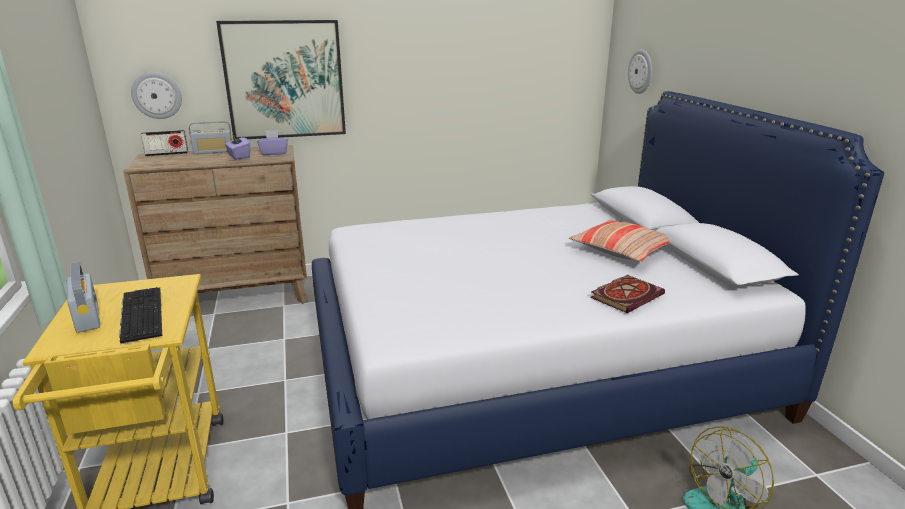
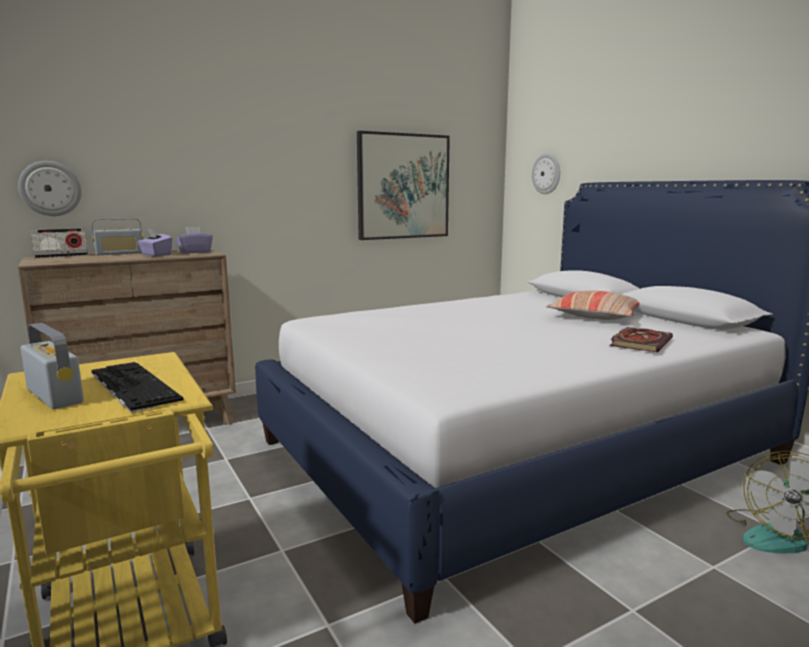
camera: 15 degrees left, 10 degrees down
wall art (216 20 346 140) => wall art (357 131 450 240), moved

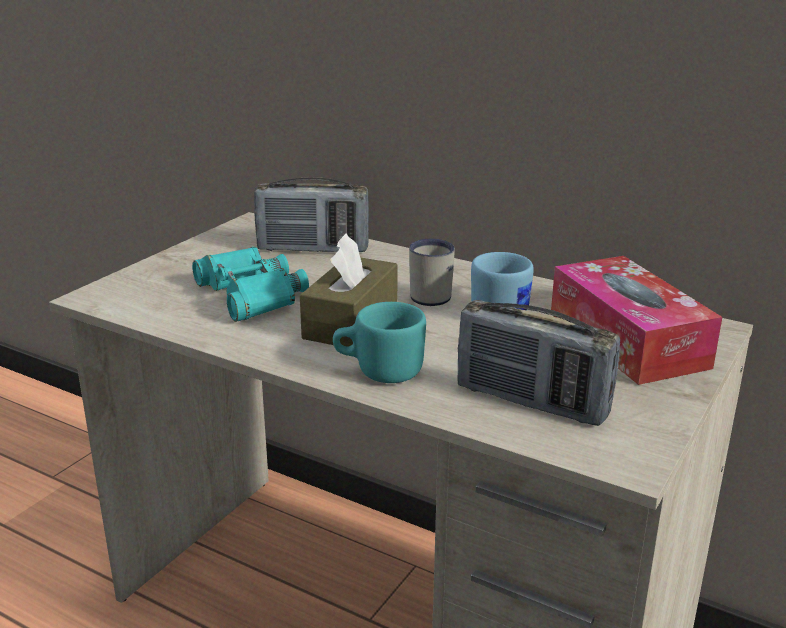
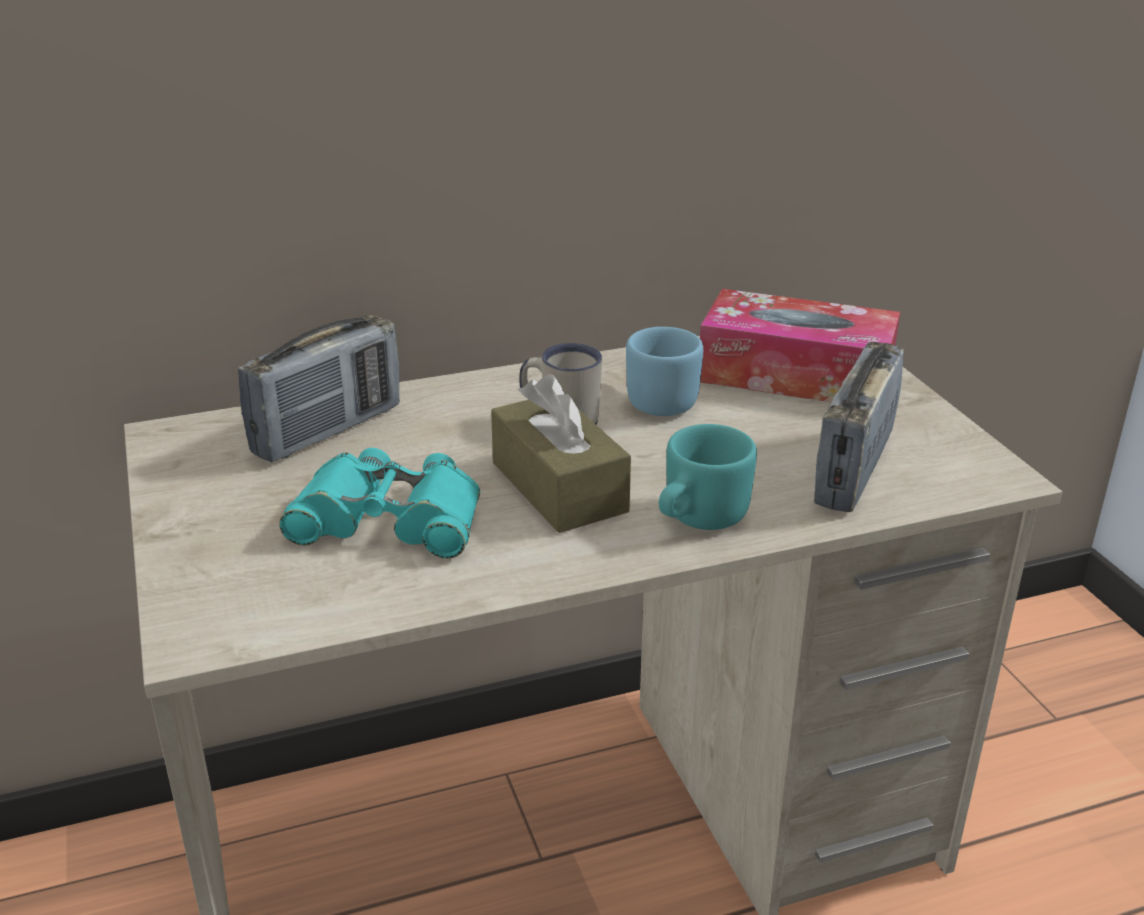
camera: 50 degrees left, 5 degrees up
radio (457 300 620 426) => radio (814 342 904 512), 135 degrees clockwise

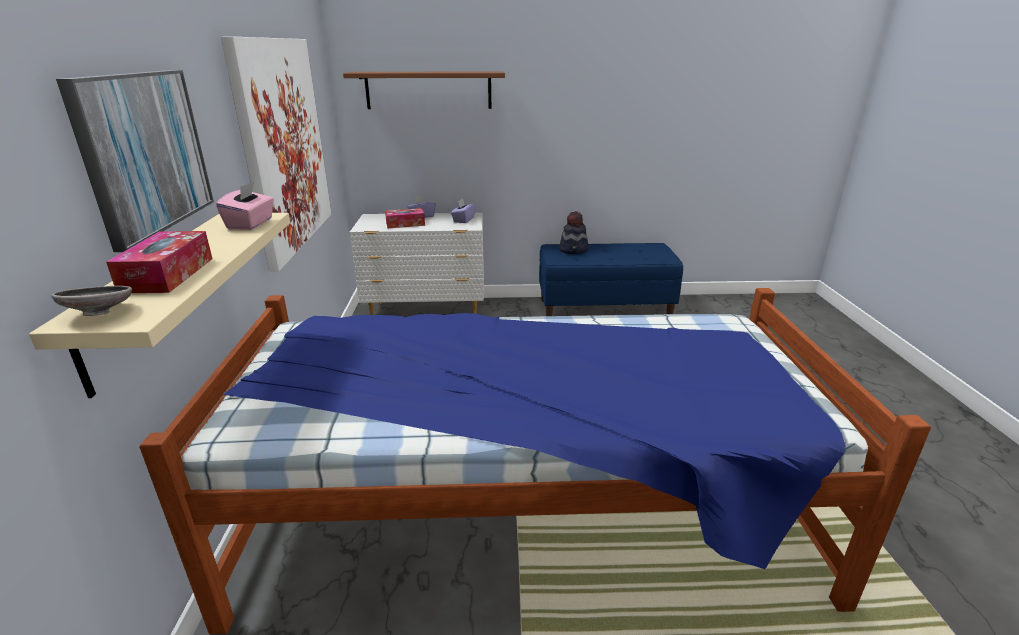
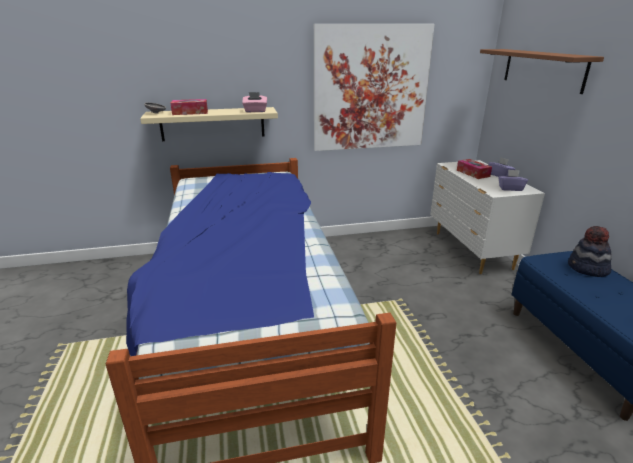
camera: 80 degrees right, 0 degrees up
wall art (56 70 214 252) => nothing

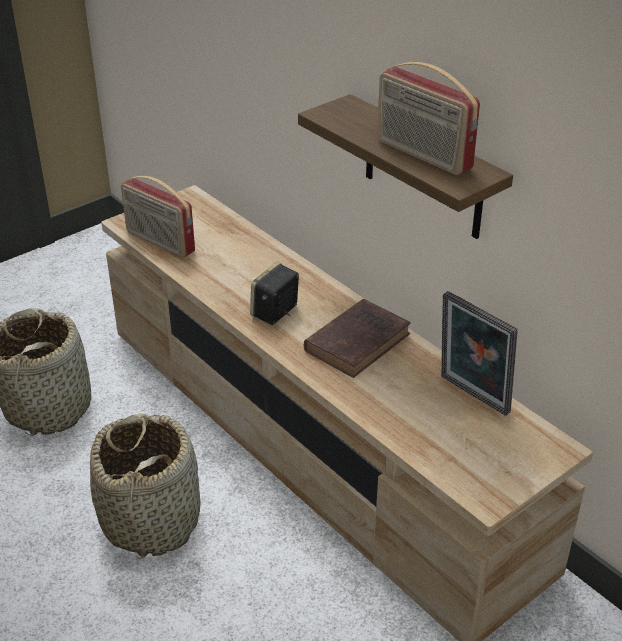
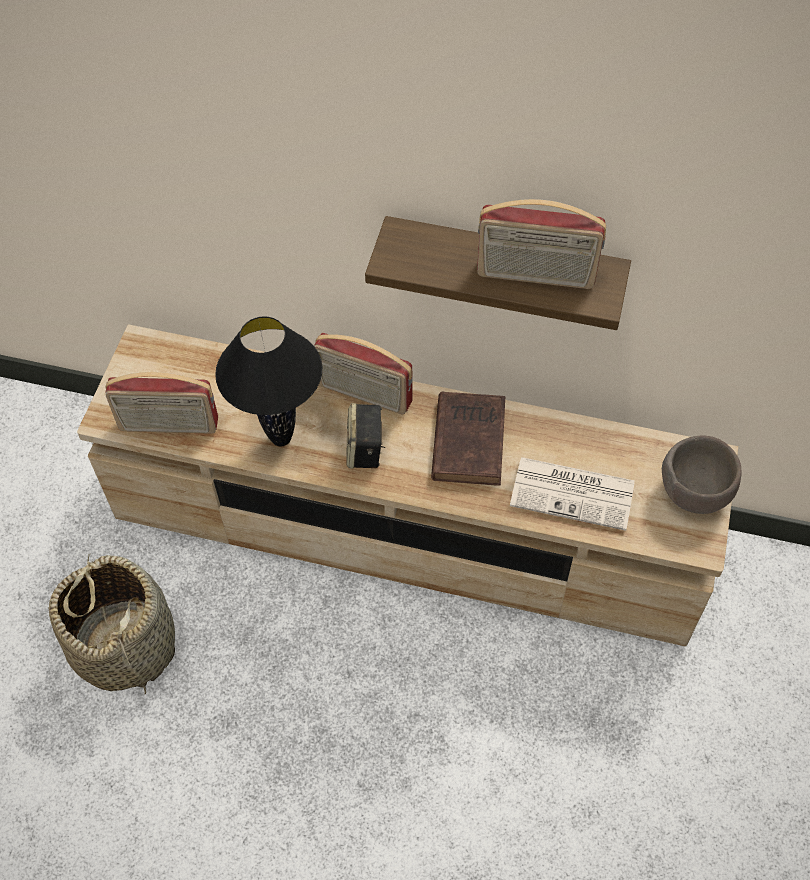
camera: 35 degrees left, 20 degrees up
nothing => lamp for a table (black) (215 317 322 446)
nothing => radio (314 333 413 414)
nothing => daily paper (510 457 635 531)
nothing => deep dish (brown) (662 436 741 514)
storage basket (90 414 201 559) => nothing
picture frame (441 291 518 416) => nothing

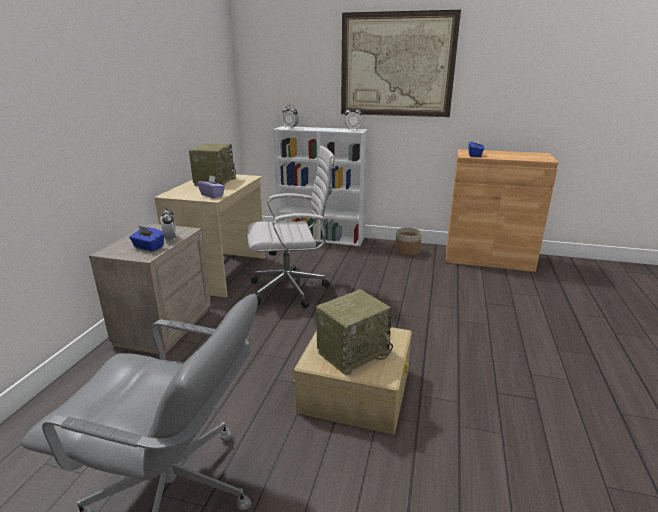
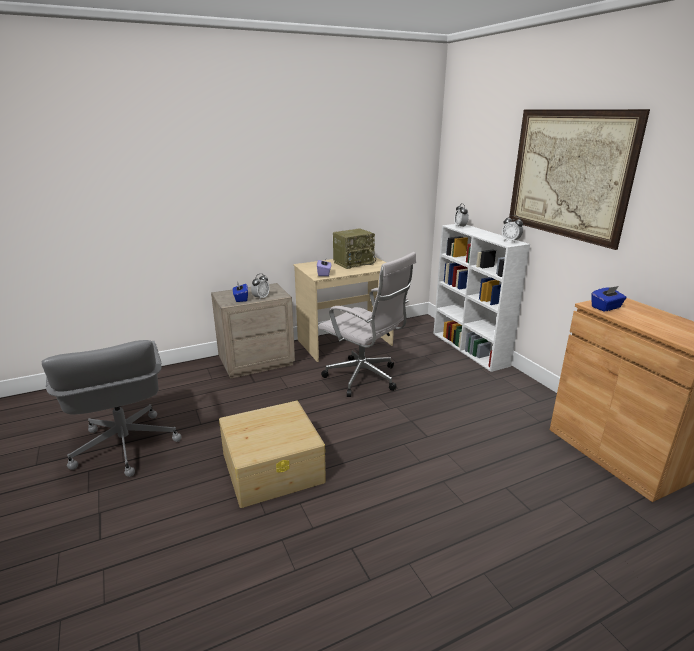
camera: 50 degrees right, 0 degrees up
radio (316 289 393 376) => nothing
flower pot (395 227 422 256) => nothing

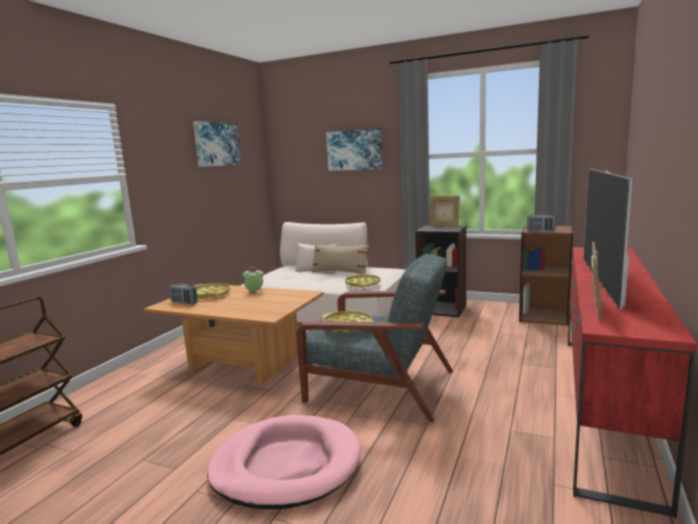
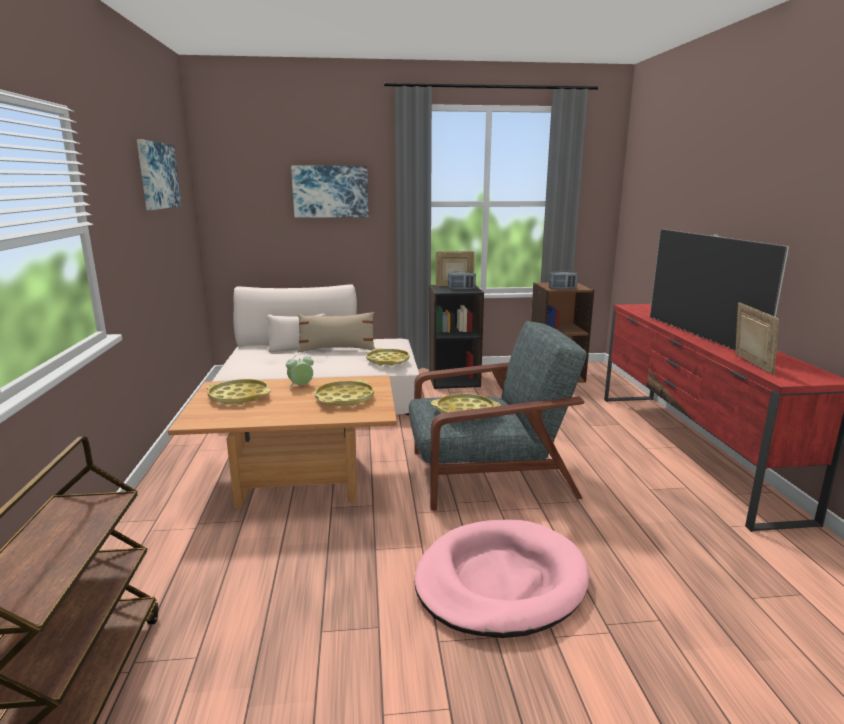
camera: 30 degrees left, 5 degrees up
nothing => carrying tray (yellow) (315 380 374 406)
radio (169 283 197 305) => radio (448 271 476 289), moved

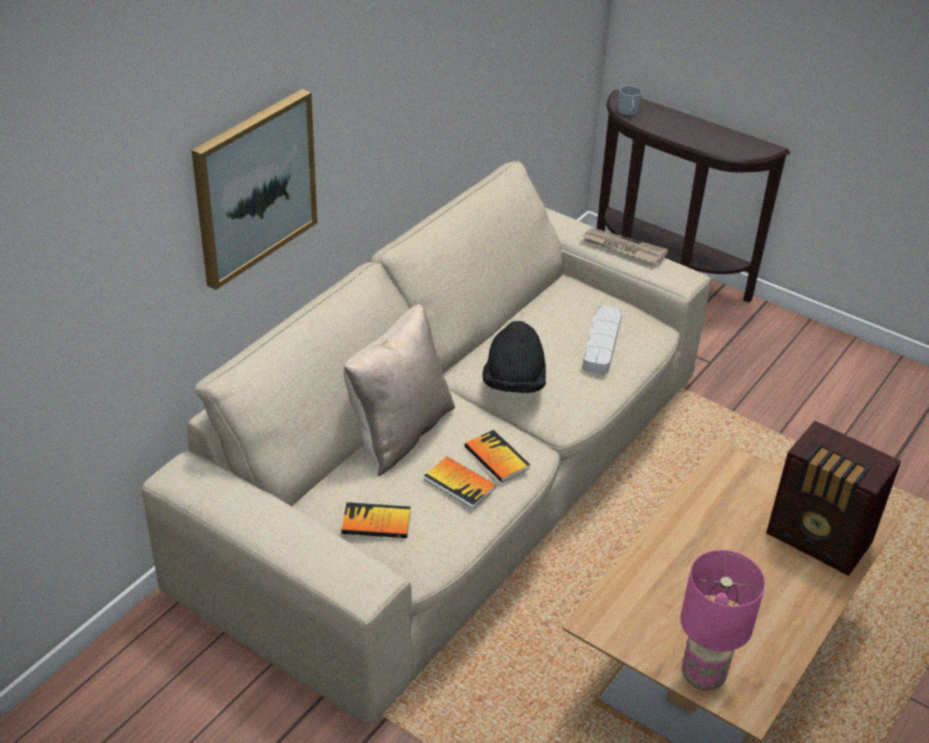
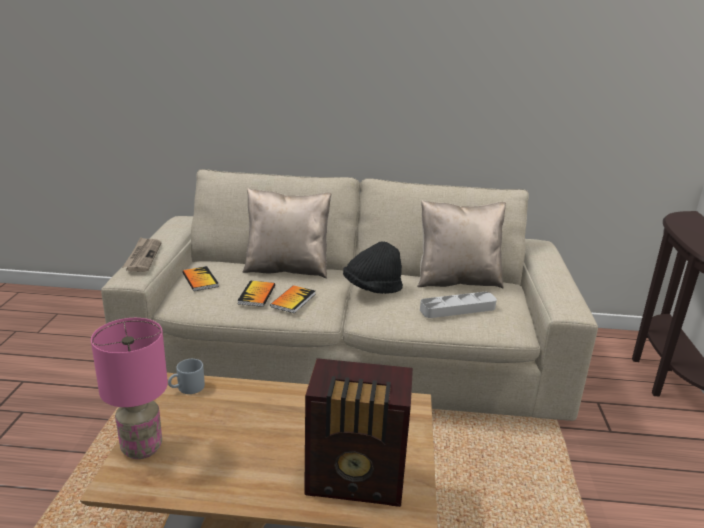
camera: 60 degrees right, 15 degrees down
daily paper (581 228 668 263) => daily paper (123 237 161 272), moved
mug (grey) (617 85 642 115) => mug (grey) (168 359 205 394), moved
radio (766 420 901 576) => radio (304 358 413 507), 90 degrees counterclockwise
nothing => pillow (beige-coloured) (417 200 506 288)
wall art (191 89 317 290) => nothing

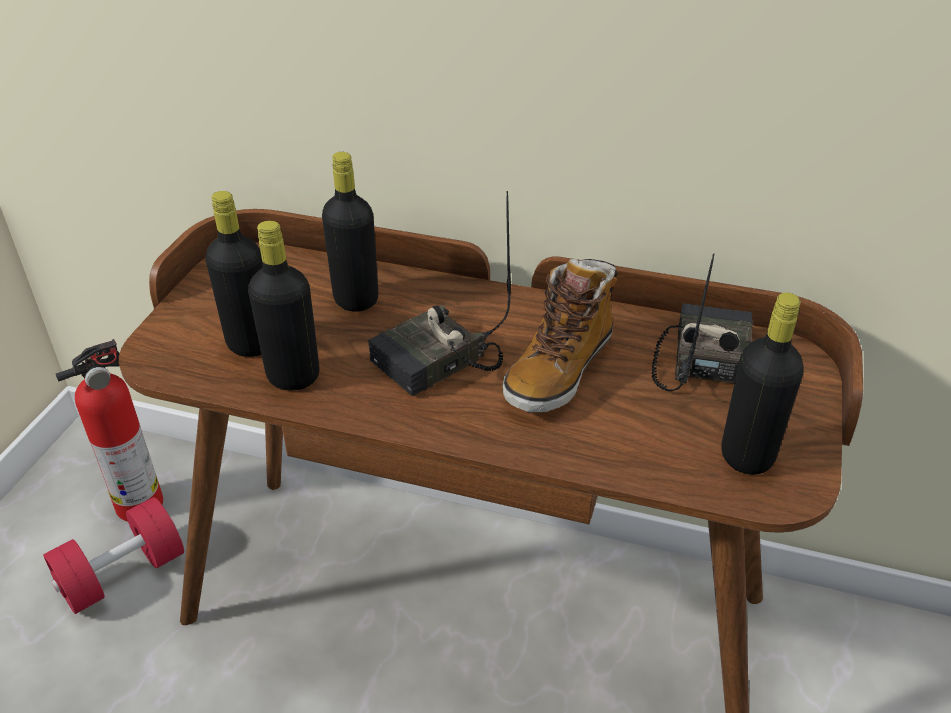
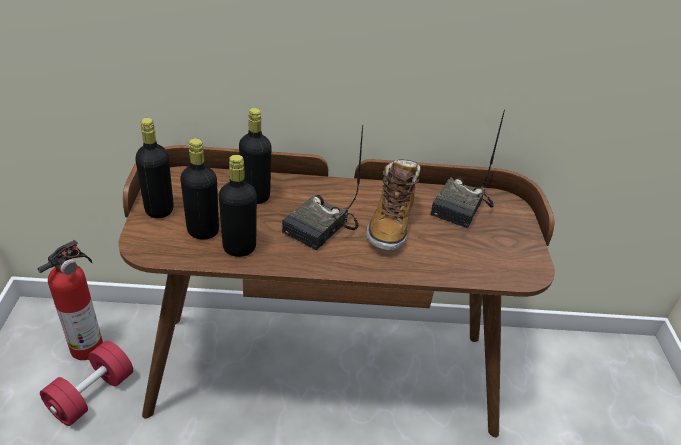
camera: 20 degrees left, 0 degrees up
drink bottle (black) (722 293 804 475) => drink bottle (black) (135 118 174 218), moved
radio (651 254 753 392) => radio (430 109 505 228), 150 degrees counterclockwise

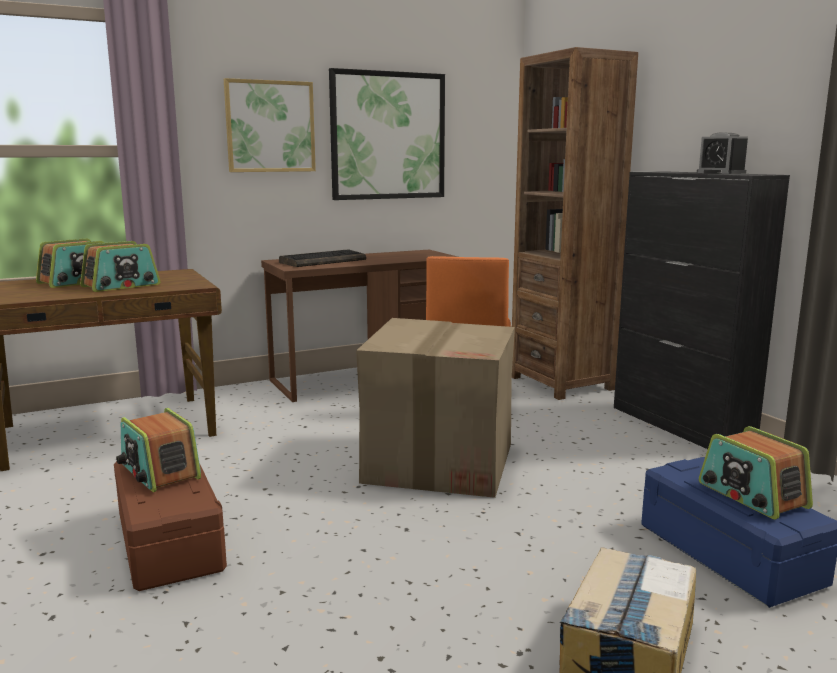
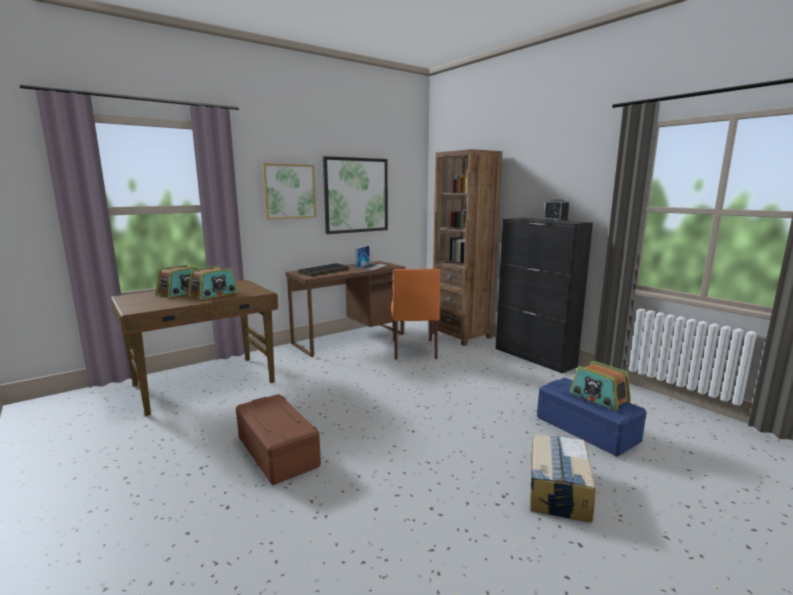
camera: 10 degrees left, 0 degrees up
nothing => laptop (356 246 386 270)
radio (116 408 201 492) => nothing
cardboard box (356 318 515 498) => nothing

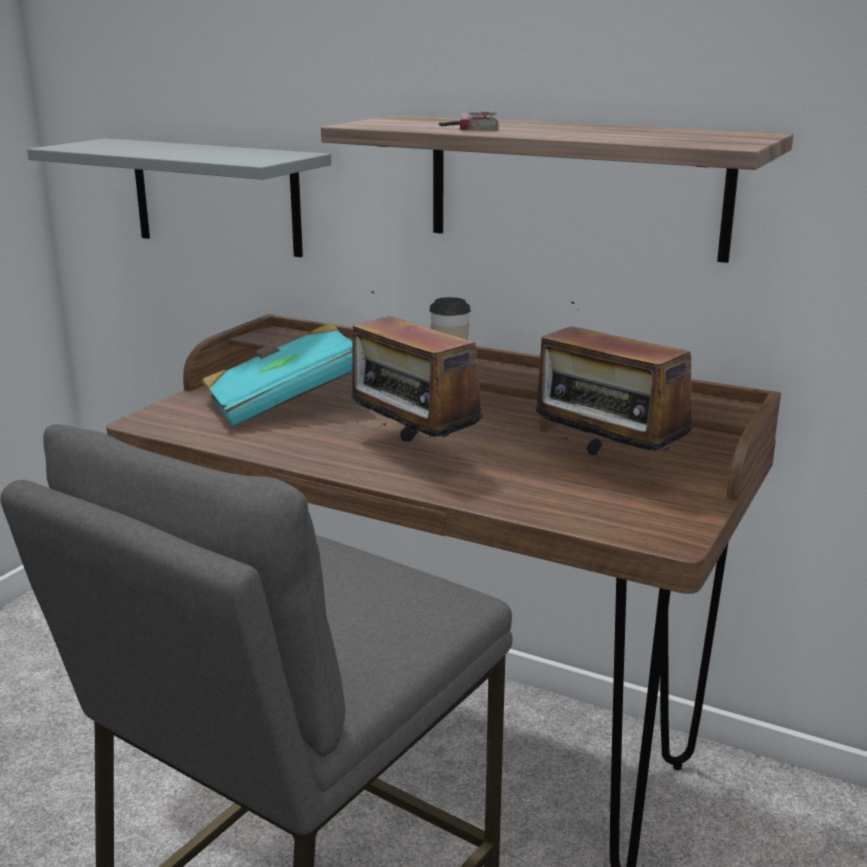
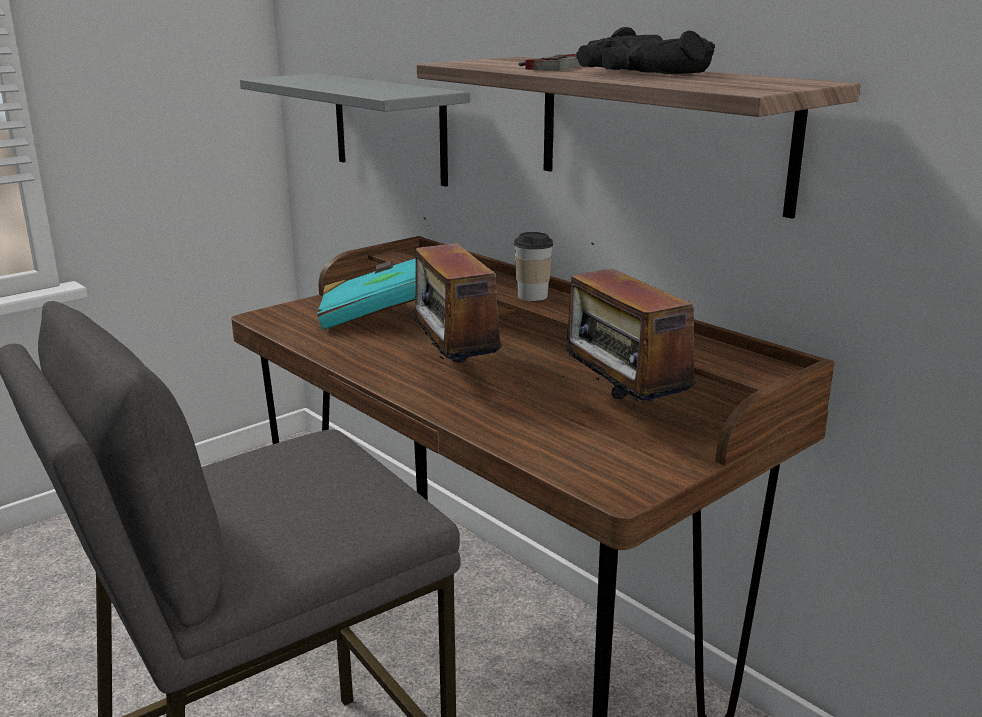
camera: 20 degrees right, 0 degrees up
nothing => pair of binoculars (black) (577 27 715 74)

